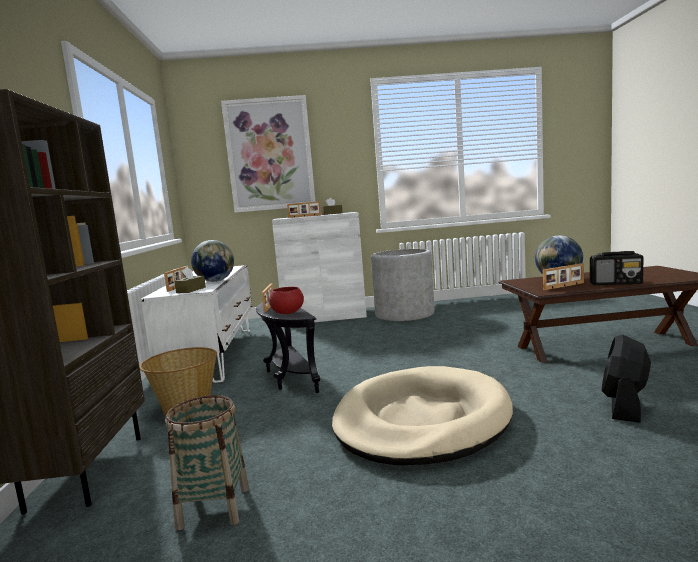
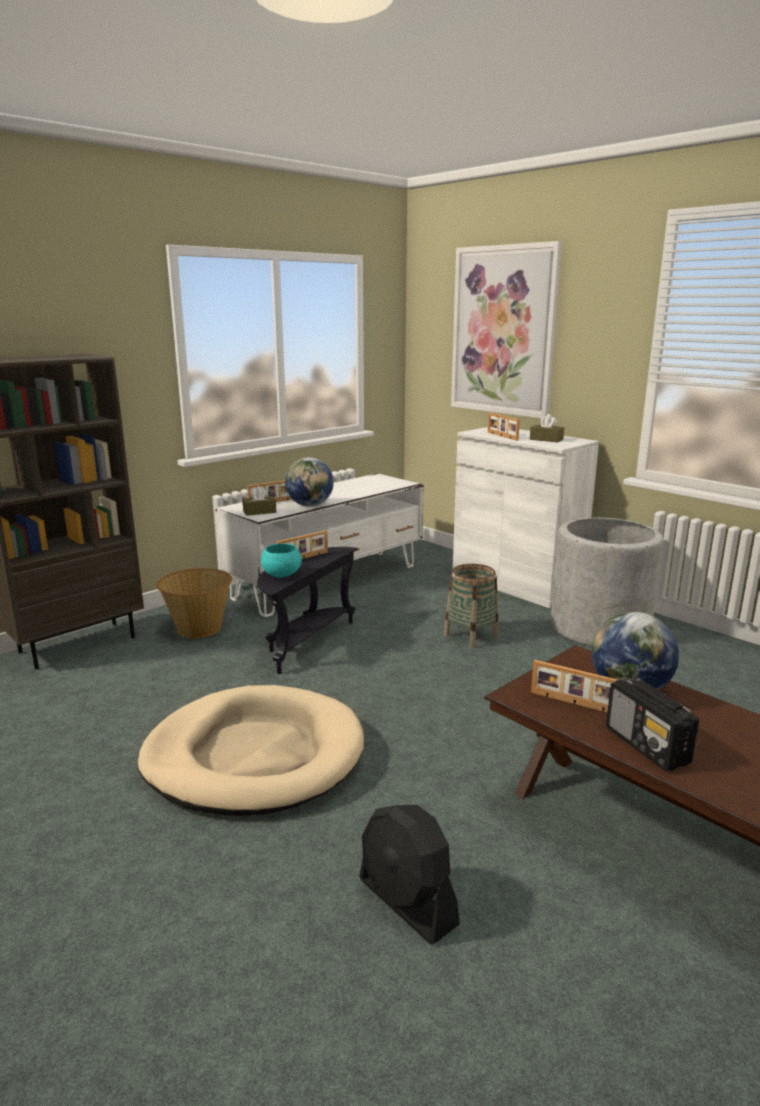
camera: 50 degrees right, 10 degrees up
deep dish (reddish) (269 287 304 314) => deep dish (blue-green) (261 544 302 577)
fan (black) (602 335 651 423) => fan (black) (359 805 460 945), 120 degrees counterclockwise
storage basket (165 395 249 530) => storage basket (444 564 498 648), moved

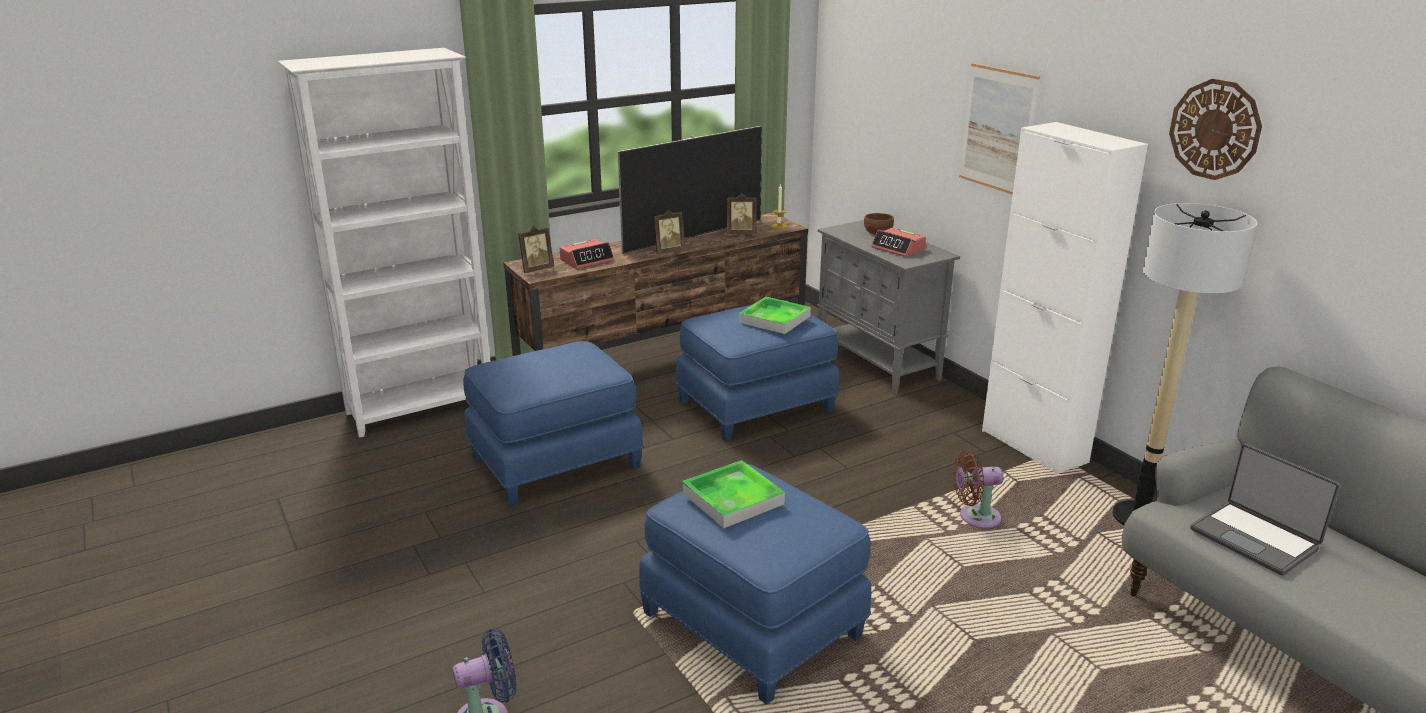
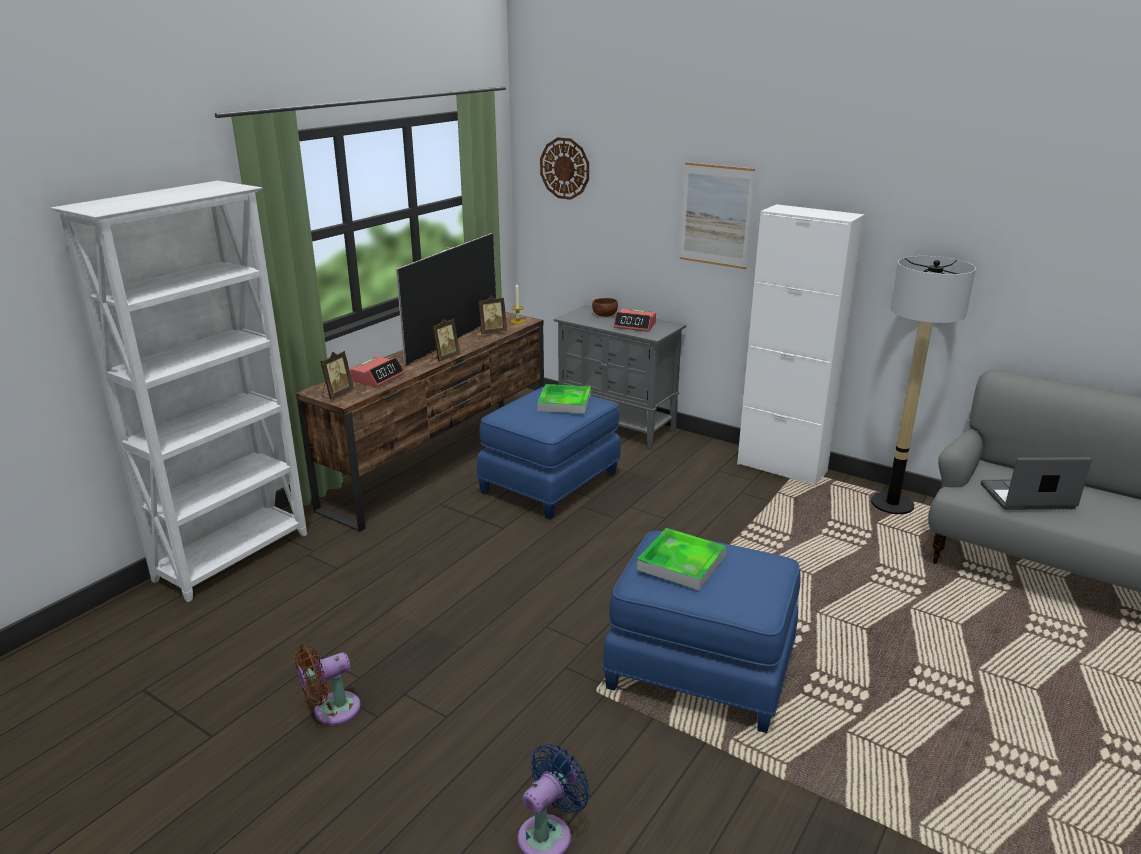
camera: 25 degrees left, 0 degrees up
fan (brown) (953 450 1003 528) => fan (brown) (295 644 361 725), moved
hanging clock (1169 79 1262 180) => hanging clock (540 137 589 200), moved
laptop (1190 444 1340 575) => laptop (981 457 1092 510), 150 degrees clockwise
footrest (blue-coloured) (463 341 643 507) => nothing

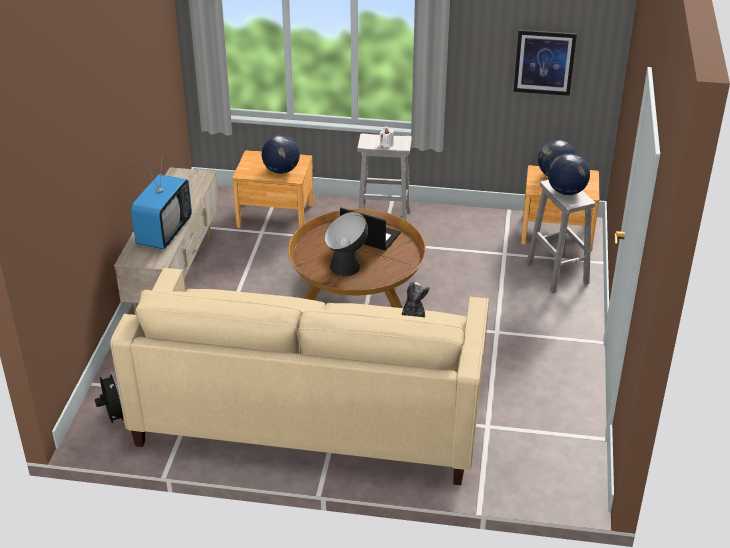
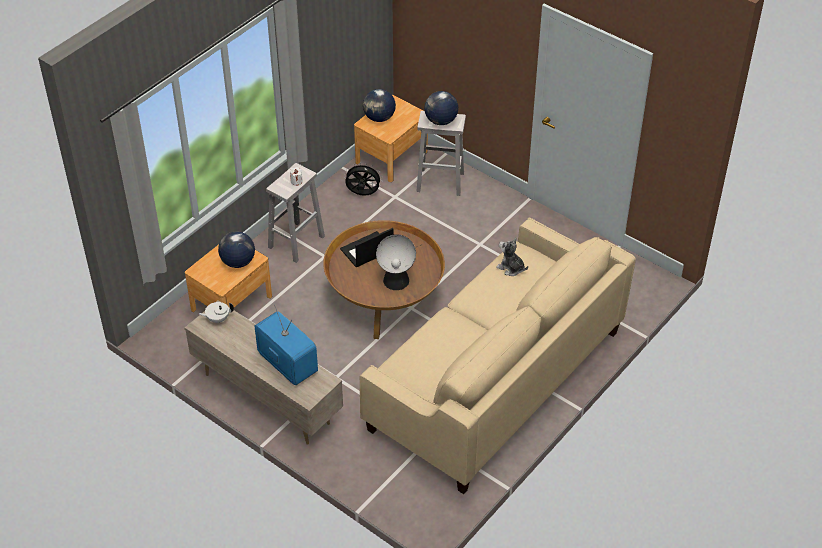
camera: 60 degrees left, 10 degrees up
nothing => tea pot (white-coloured) (198 302 234 323)
fan (black) (95 371 125 423) => fan (black) (344 164 381 196), moved
wall art (513 30 577 96) => nothing

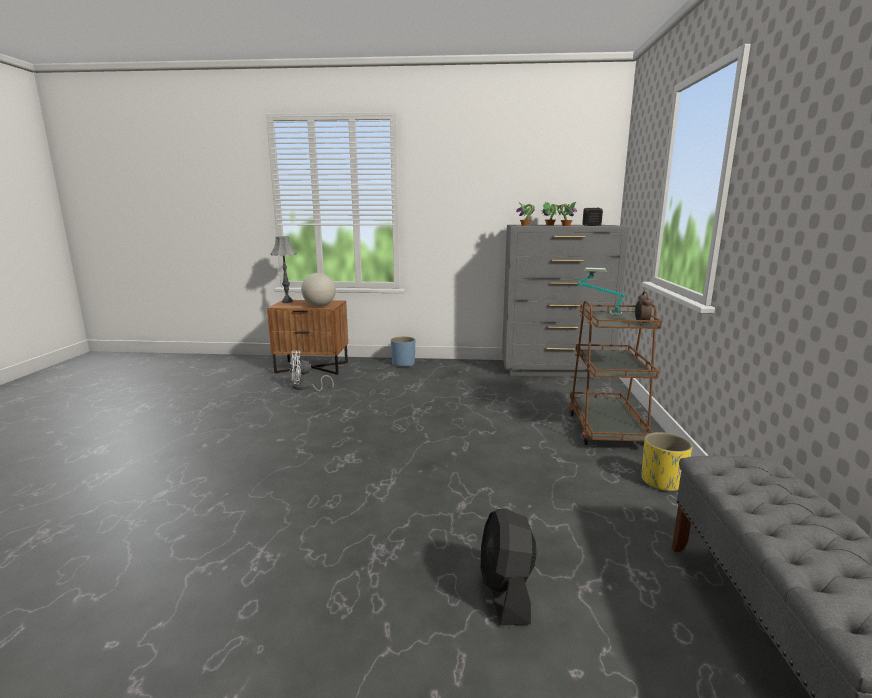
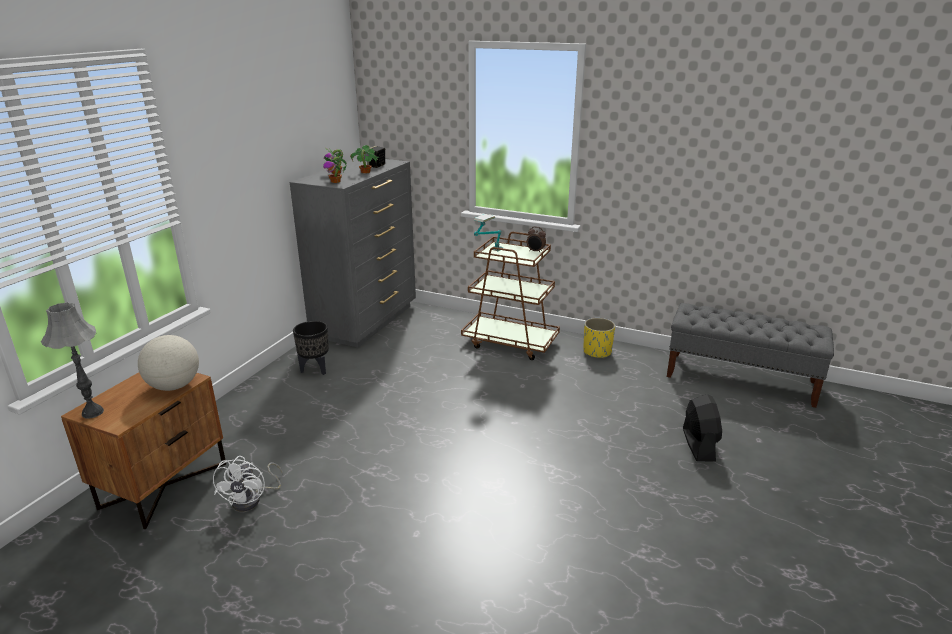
camera: 70 degrees left, 10 degrees up
nothing => flower pot (black) (293 321 329 375)
fan (black) (481 508 537 626) => fan (black) (683 394 722 462), 105 degrees counterclockwise
flower pot (blue-coloured) (391 337 415 367) => nothing

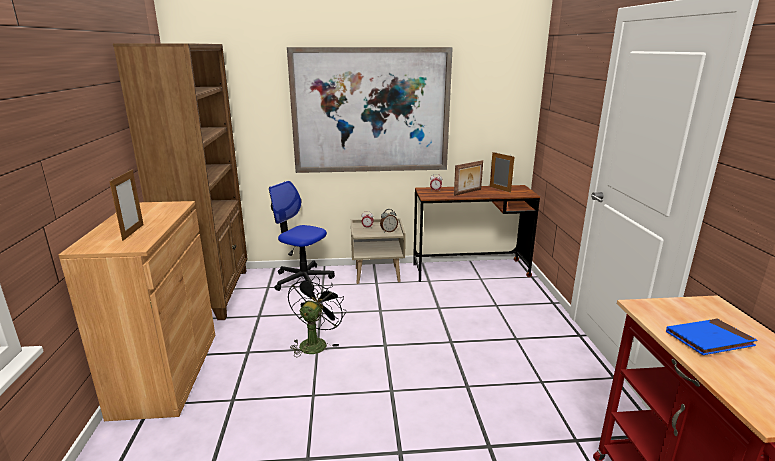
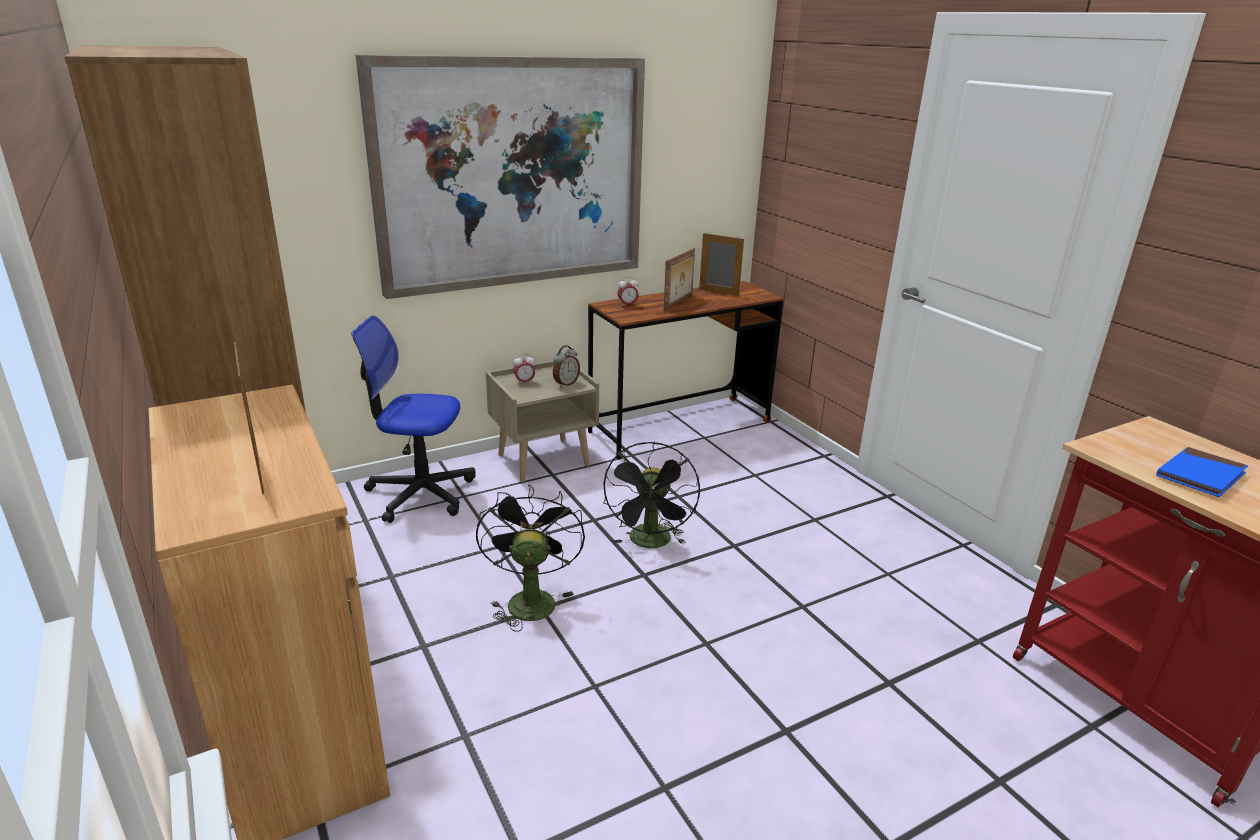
camera: 25 degrees left, 5 degrees up
nothing => fan (black) (603 442 700 548)

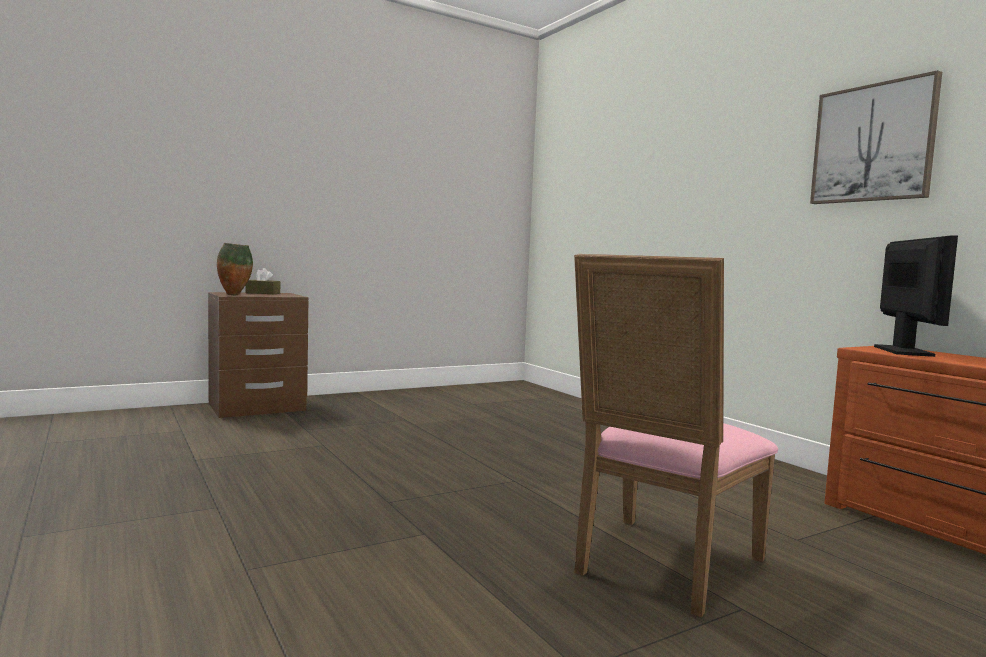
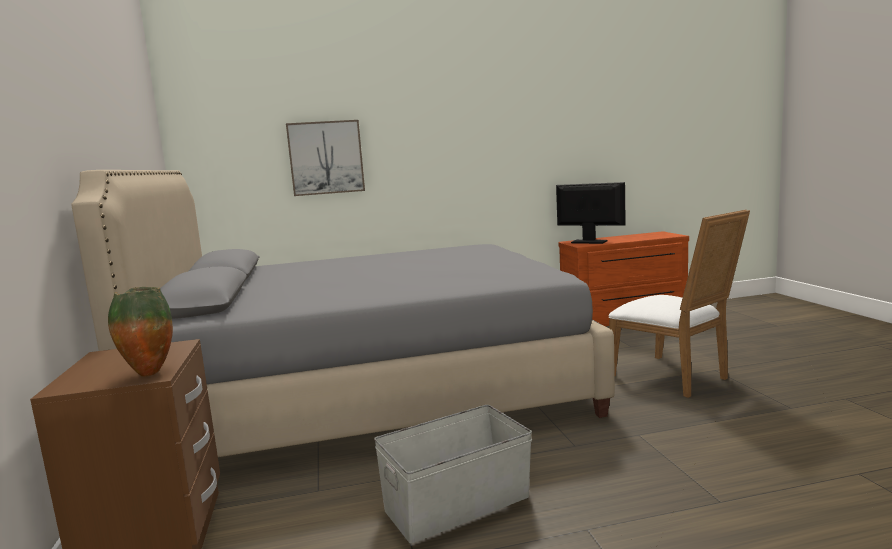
camera: 70 degrees left, 5 degrees up
nothing => sleeping bed (grey) (71 170 615 457)
wall art (810 70 942 204) => wall art (286 120 365 196), moved
nothing => storage container (grey) (374 405 532 544)
upright chair (pinkish) (574 254 778 617) => upright chair (white-coloured) (609 210 750 398)
box of tissues (brown) (245 268 280 294) => nothing

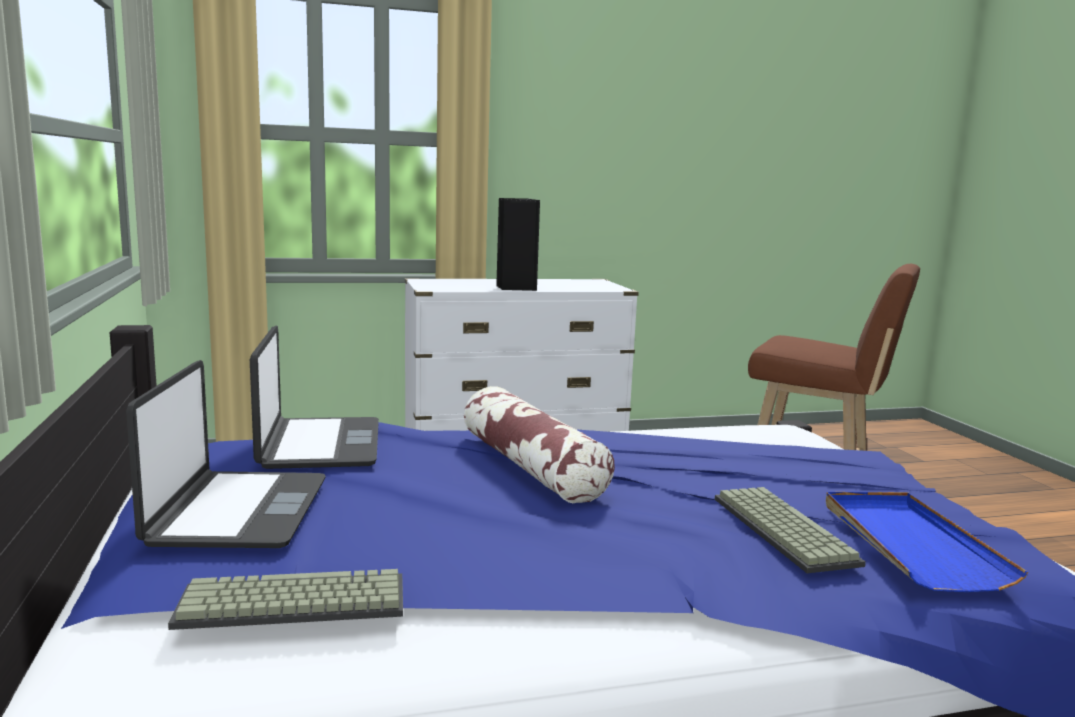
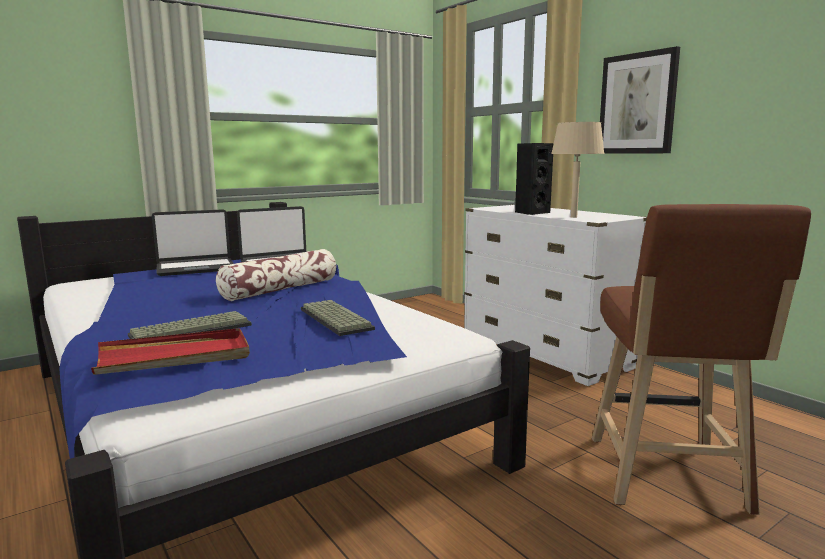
camera: 70 degrees right, 0 degrees up
carrying tray (blue-coloured) (826 492 1028 592) => carrying tray (reddish) (91 328 250 375)
computer keyboard (168 569 403 630) => computer keyboard (301 300 375 336), moved
nothing => lamp for a table (beige-coloured) (551 122 605 218)
nothing => wall art (600 46 680 154)

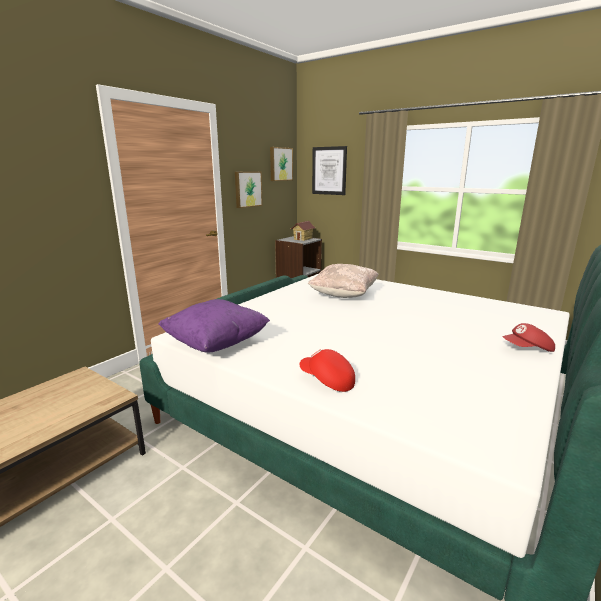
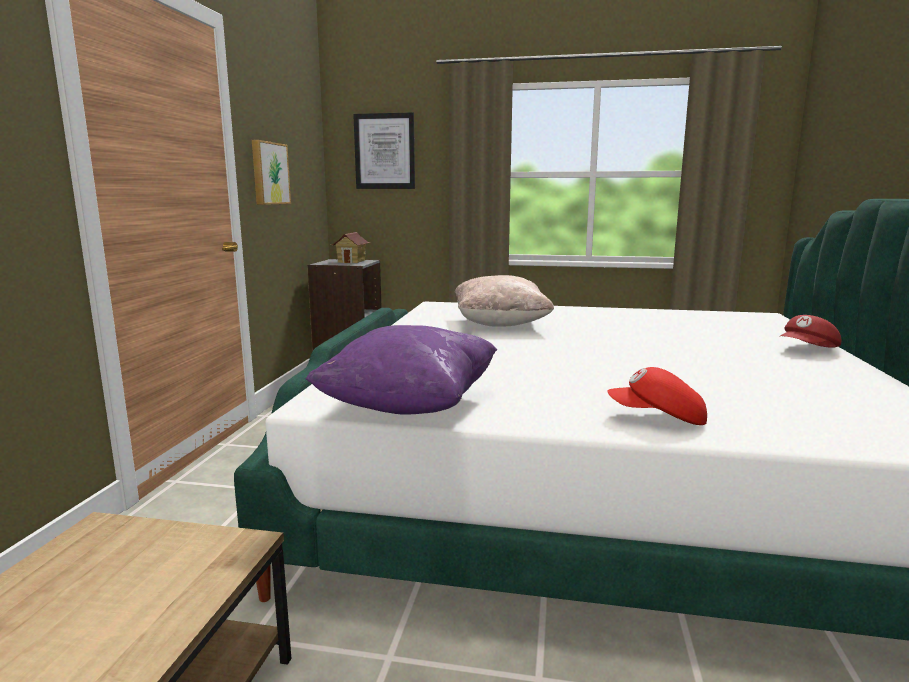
camera: 25 degrees left, 5 degrees down
wall art (270 147 293 181) => nothing

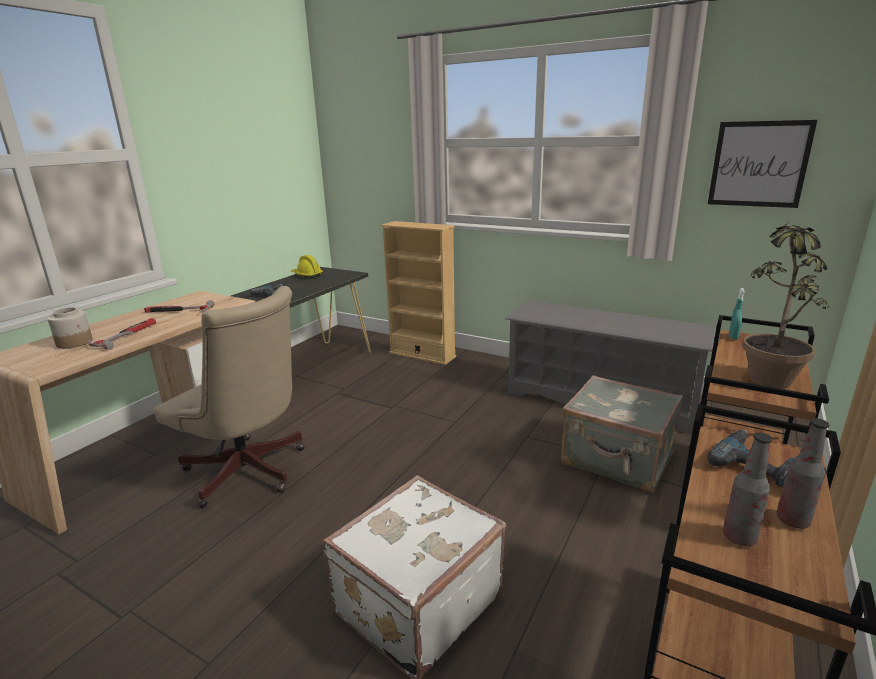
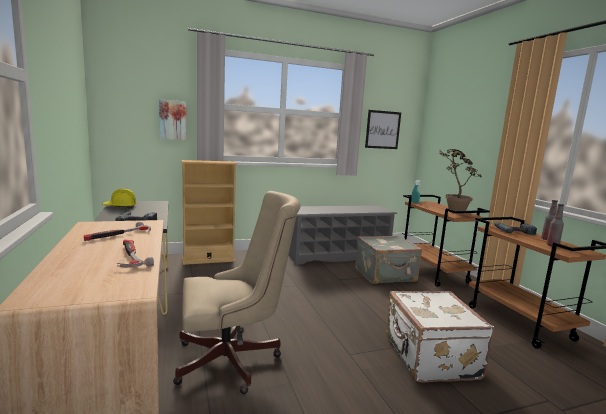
camera: 50 degrees left, 10 degrees down
nothing => wall art (159 99 186 140)
jar (48 307 93 349) => nothing

